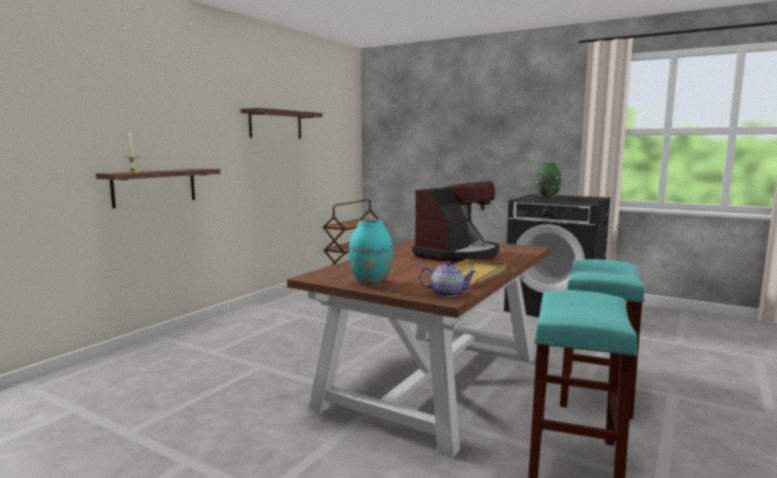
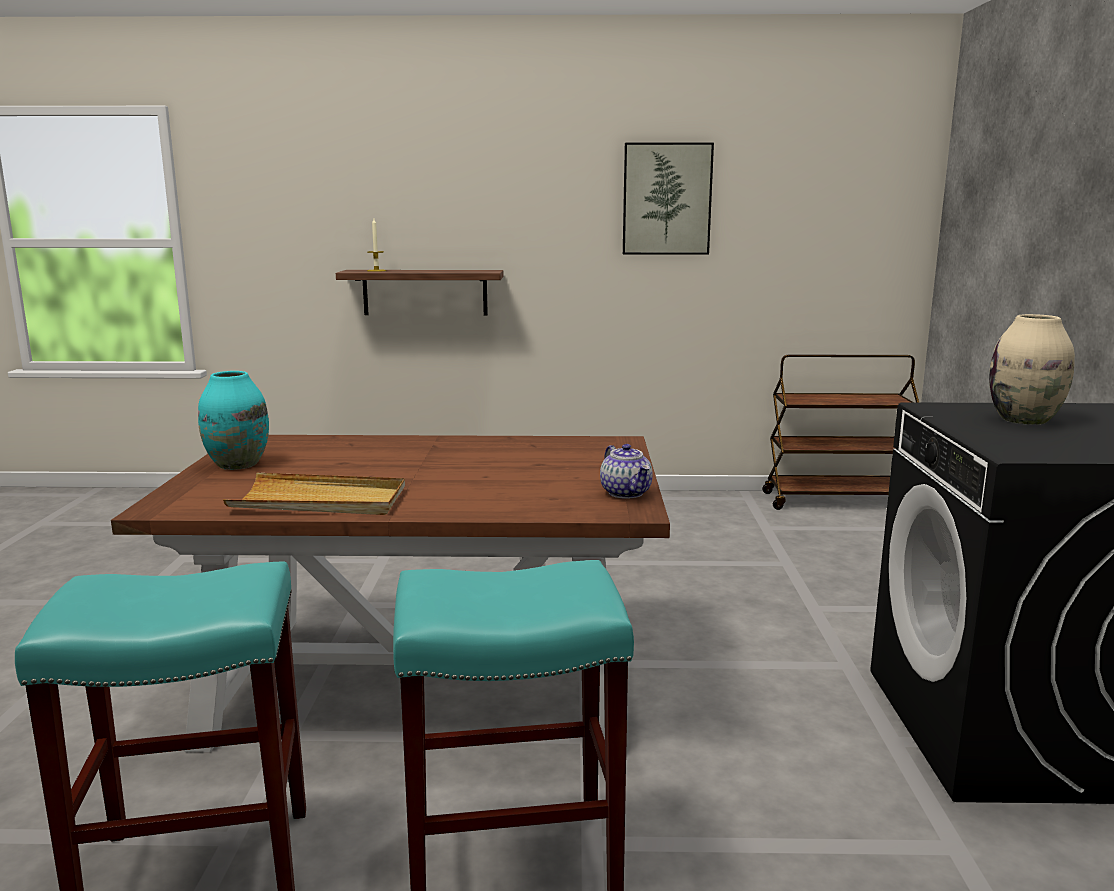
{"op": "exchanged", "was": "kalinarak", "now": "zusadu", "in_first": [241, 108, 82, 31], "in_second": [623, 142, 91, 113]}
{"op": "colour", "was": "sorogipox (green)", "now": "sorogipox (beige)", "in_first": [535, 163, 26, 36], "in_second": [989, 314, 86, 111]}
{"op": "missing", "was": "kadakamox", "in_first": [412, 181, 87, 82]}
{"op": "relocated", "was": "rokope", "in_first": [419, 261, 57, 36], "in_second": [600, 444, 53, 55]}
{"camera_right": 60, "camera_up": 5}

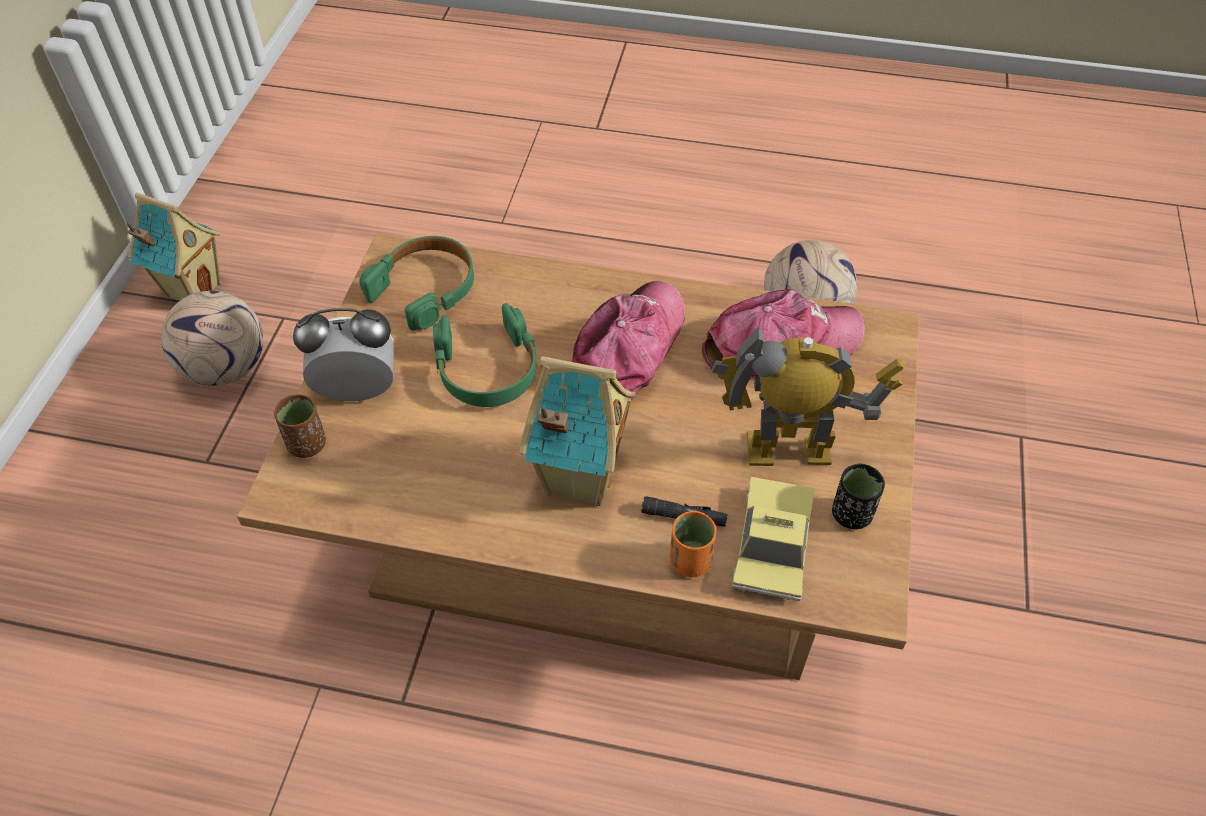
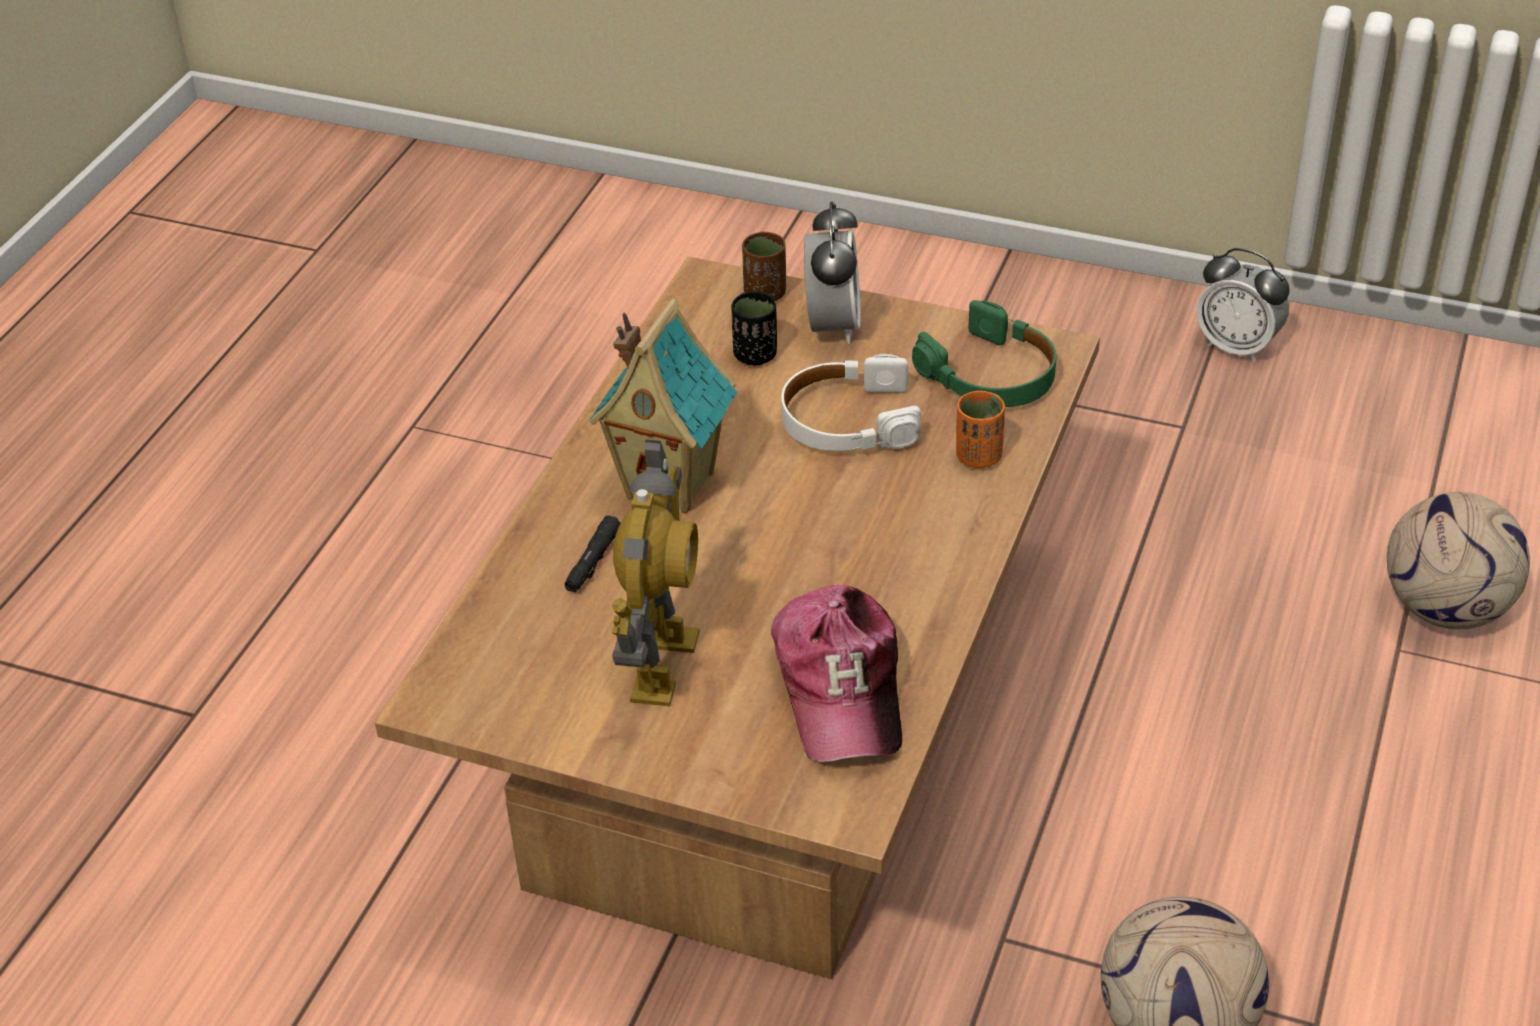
{"op": "exchanged", "was": "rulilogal", "now": "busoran", "in_first": [127, 193, 94, 107], "in_second": [1197, 248, 92, 114]}
{"op": "missing", "was": "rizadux", "in_first": [572, 281, 113, 120]}
{"op": "relocated", "was": "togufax", "in_first": [161, 291, 102, 95], "in_second": [1387, 492, 143, 137]}
{"op": "colour", "was": "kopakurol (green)", "now": "kopakurol (white)", "in_first": [433, 303, 103, 104], "in_second": [781, 354, 140, 97]}
{"op": "relocated", "was": "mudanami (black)", "in_first": [832, 464, 53, 65], "in_second": [731, 292, 46, 73]}
{"op": "missing", "was": "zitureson", "in_first": [732, 477, 83, 124]}
{"op": "relocated", "was": "mudanami (orange)", "in_first": [670, 511, 47, 66], "in_second": [956, 391, 49, 77]}
{"camera_right": 100, "camera_up": -10}

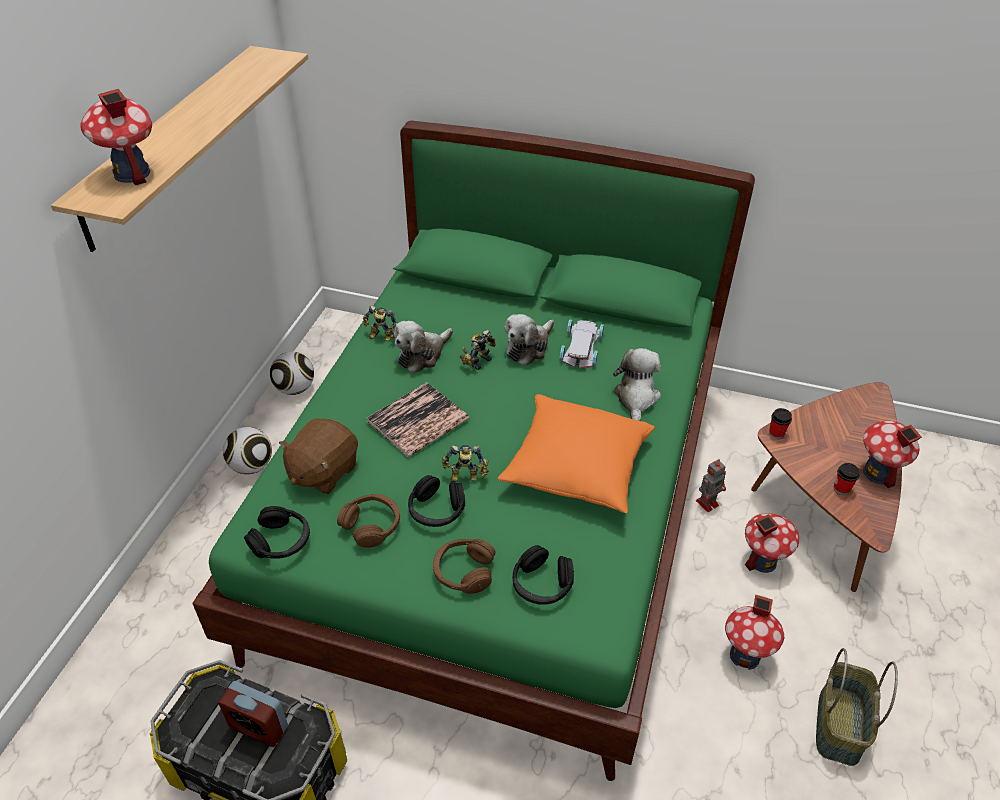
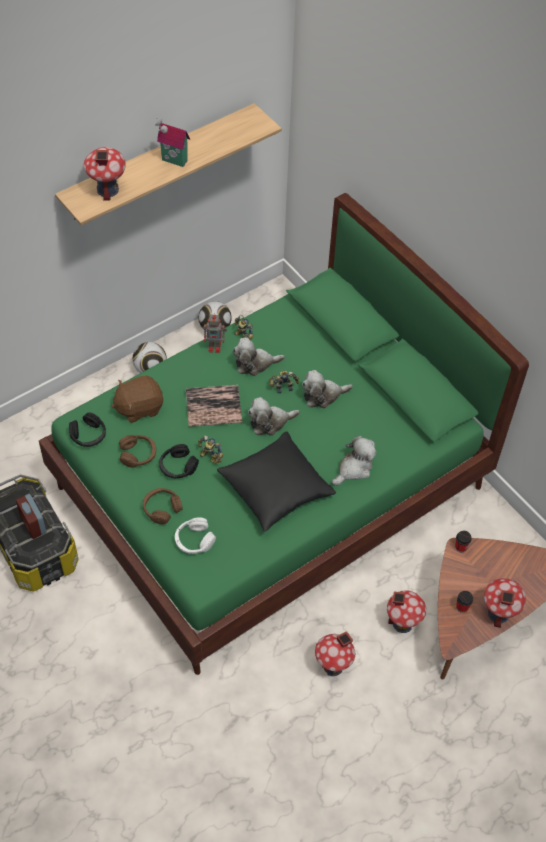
{"op": "missing", "was": "zitureson (white)", "in_first": [560, 319, 44, 50]}
{"op": "colour", "was": "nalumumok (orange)", "now": "nalumumok (black)", "in_first": [498, 394, 157, 119], "in_second": [217, 431, 119, 101]}
{"op": "relocated", "was": "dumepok", "in_first": [696, 459, 30, 53], "in_second": [204, 314, 23, 39]}
{"op": "colour", "was": "kopakurol (black)", "now": "kopakurol (white)", "in_first": [513, 545, 61, 60], "in_second": [175, 517, 41, 37]}
{"op": "missing", "was": "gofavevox", "in_first": [816, 648, 82, 118]}
{"op": "appeared", "now": "rulilogal", "in_second": [155, 118, 35, 49]}
{"op": "appeared", "now": "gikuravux", "in_second": [248, 397, 52, 39]}
{"camera_right": 35, "camera_up": 10}

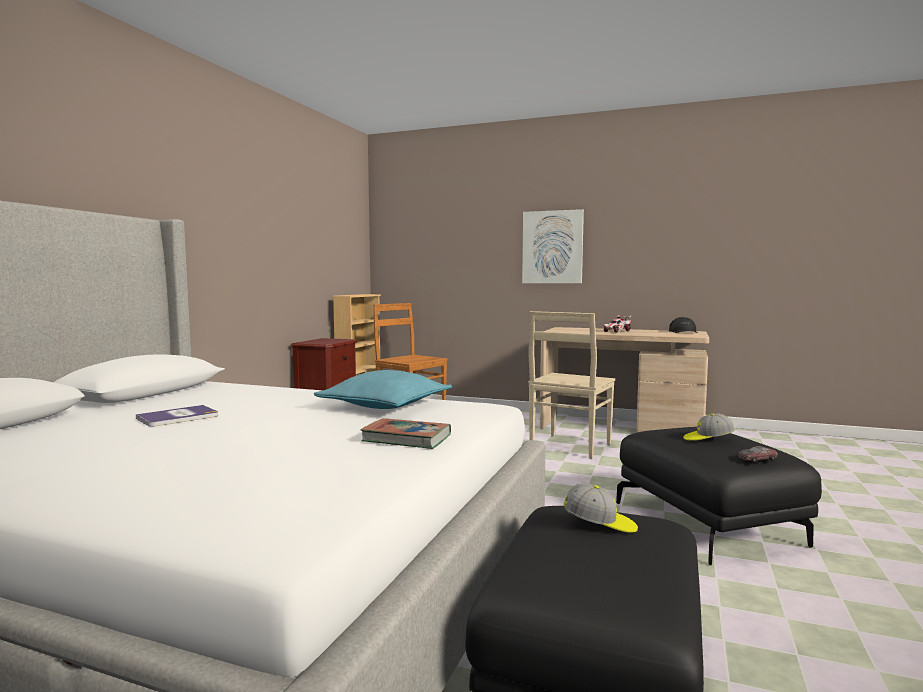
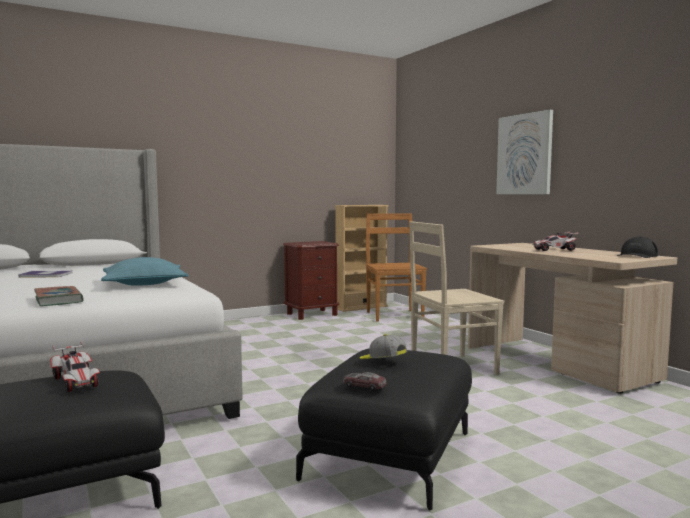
{"op": "exchanged", "was": "rizadux", "now": "zitureson", "in_first": [564, 483, 74, 50], "in_second": [50, 341, 50, 51]}
{"camera_right": 40, "camera_up": 0}

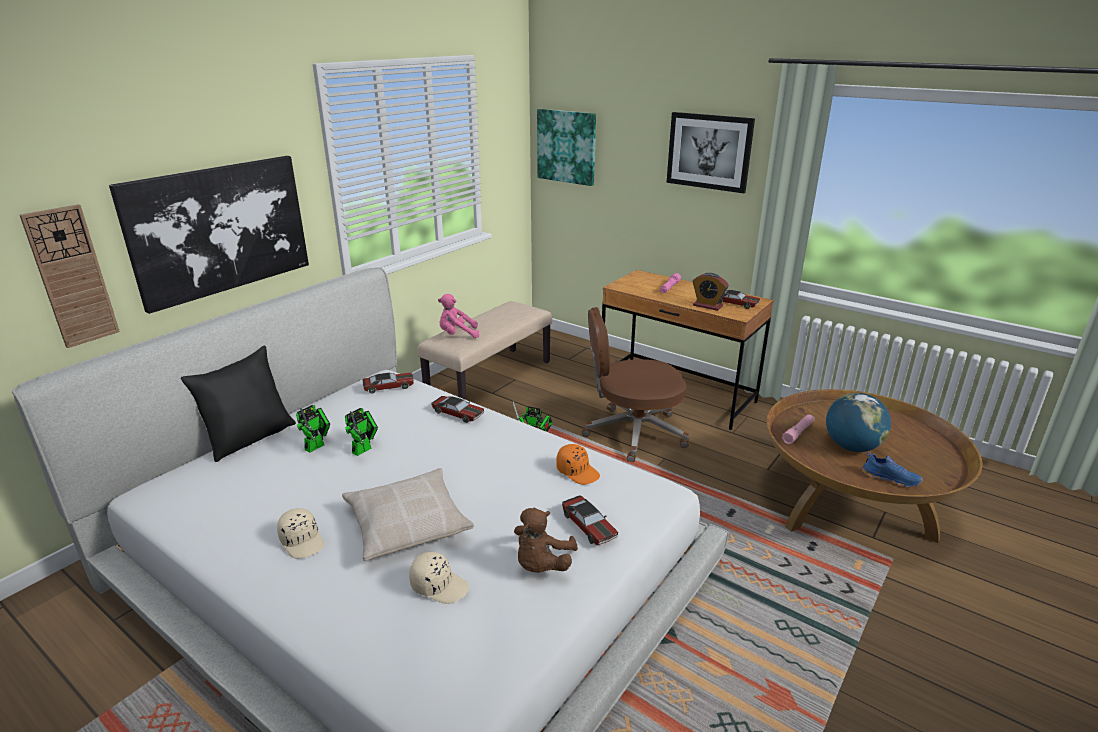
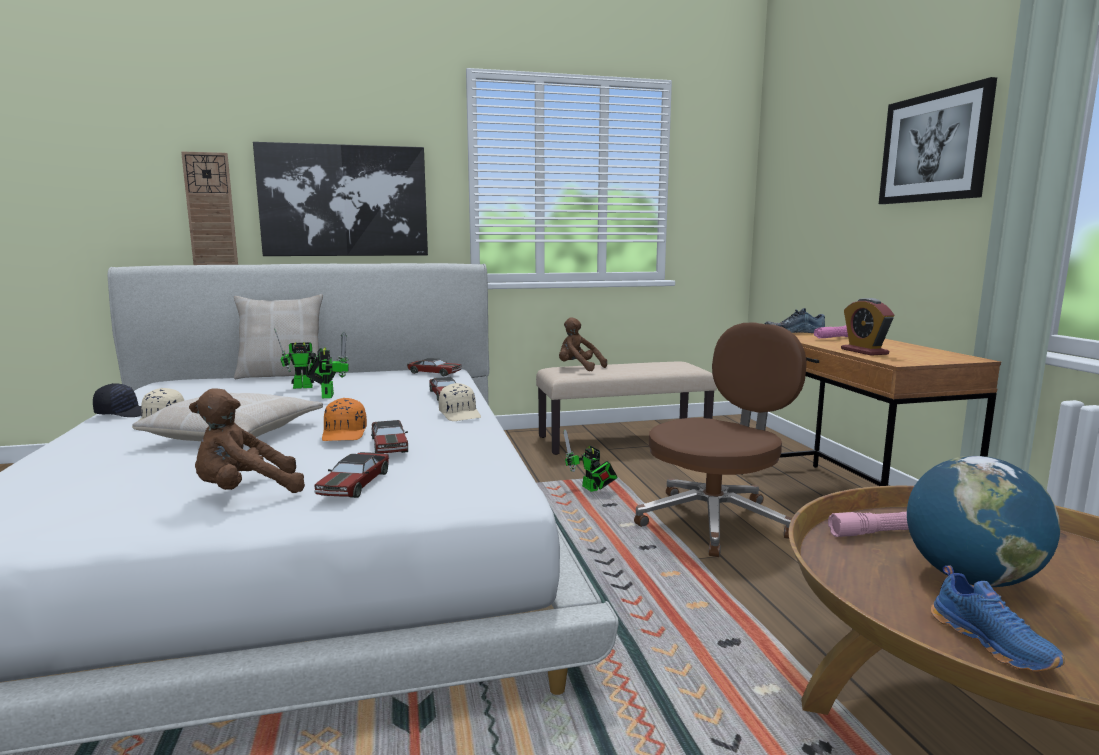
{"op": "missing", "was": "zusadu", "in_first": [537, 109, 59, 77]}
{"op": "relocated", "was": "zitureson", "in_first": [719, 290, 41, 19], "in_second": [371, 420, 37, 33]}
{"op": "colour", "was": "gikuravux (pink)", "now": "gikuravux (brown)", "in_first": [438, 294, 41, 44], "in_second": [559, 317, 48, 54]}
{"op": "spun", "was": "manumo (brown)", "in_first": [582, 307, 107, 155], "in_second": [634, 322, 173, 235], "clockwise": 105}
{"op": "colour", "was": "nalumumok (black)", "now": "nalumumok (beige)", "in_first": [181, 345, 115, 117], "in_second": [234, 294, 89, 85]}
{"op": "spun", "was": "dumepok", "in_first": [345, 408, 33, 48], "in_second": [306, 332, 43, 66], "clockwise": -90}
{"op": "relocated", "was": "rizadux (orange)", "in_first": [556, 444, 44, 41], "in_second": [322, 398, 45, 43]}
{"op": "relocated", "was": "rizadux (beige)", "in_first": [409, 552, 60, 52], "in_second": [439, 383, 42, 38]}
{"op": "appeared", "now": "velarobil", "in_second": [765, 308, 60, 25]}
{"op": "appeared", "now": "rizadux (black)", "in_second": [93, 383, 49, 34]}
{"camera_right": 40, "camera_up": -15}

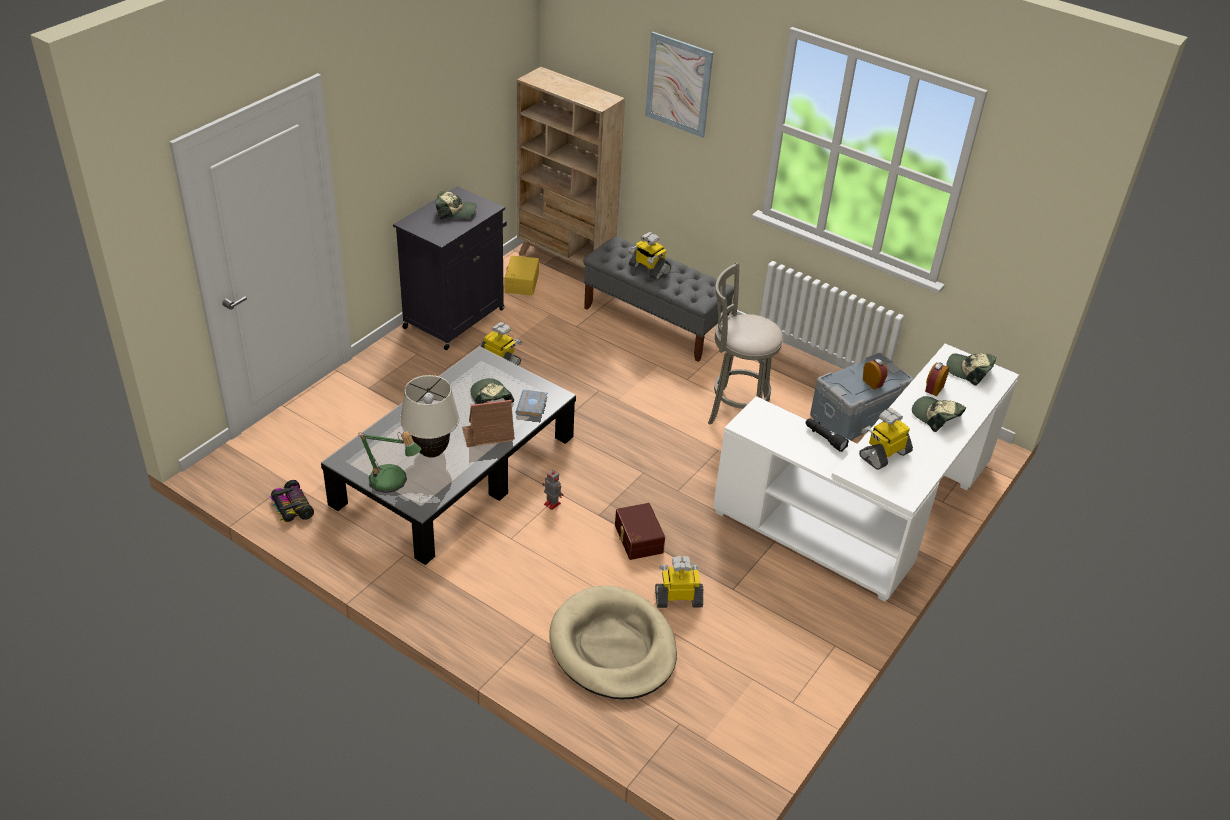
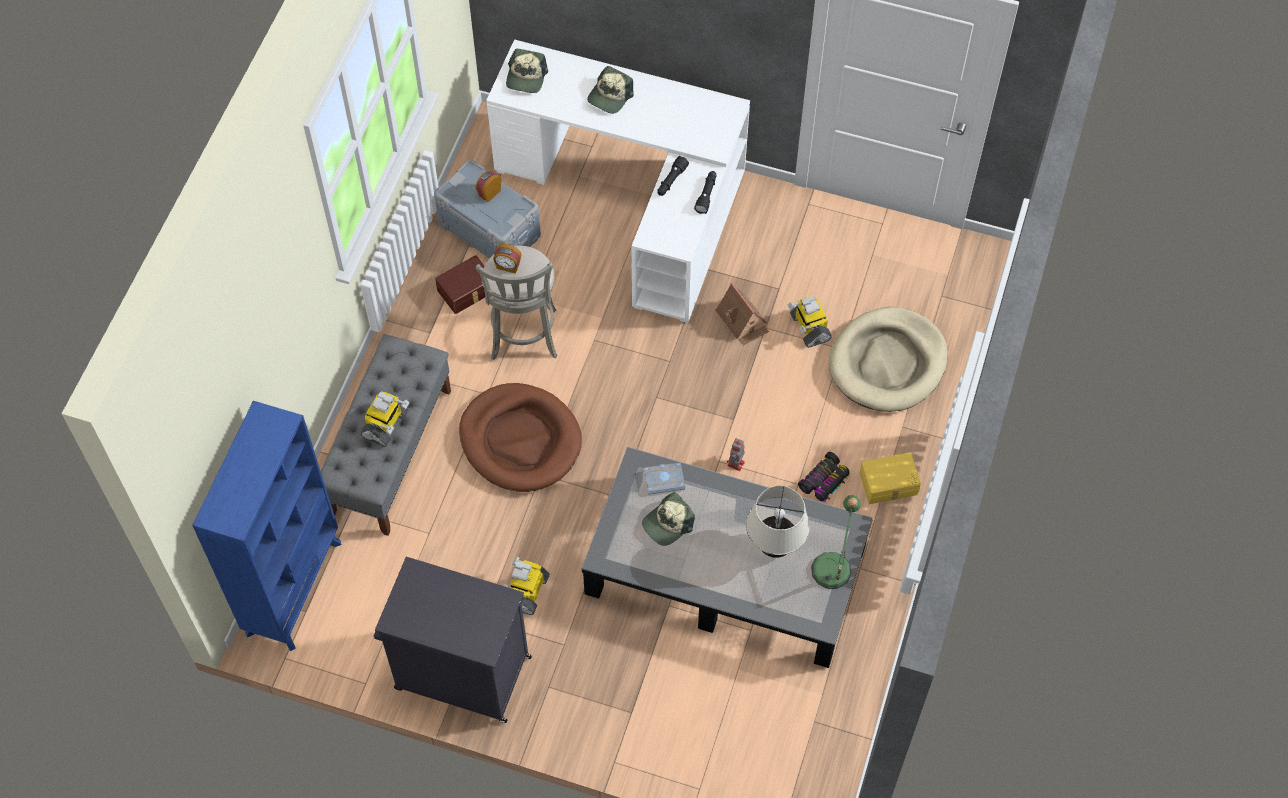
{"op": "missing", "was": "zusadu", "in_first": [645, 32, 68, 106]}
{"op": "colour", "was": "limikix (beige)", "now": "limikix (blue)", "in_first": [517, 67, 108, 203], "in_second": [192, 401, 150, 250]}
{"op": "missing", "was": "rizadux", "in_first": [435, 191, 42, 29]}
{"op": "relocated", "was": "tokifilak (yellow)", "in_first": [505, 256, 34, 39], "in_second": [860, 452, 61, 52]}
{"op": "relocated", "was": "busoran", "in_first": [925, 362, 24, 34], "in_second": [493, 244, 29, 30]}
{"op": "relocated", "was": "rulilogal", "in_first": [462, 400, 53, 47], "in_second": [715, 282, 54, 64]}
{"op": "missing", "was": "dumepok", "in_first": [859, 408, 54, 62]}
{"op": "relocated", "was": "zitureson", "in_first": [270, 480, 44, 42], "in_second": [798, 452, 52, 50]}
{"op": "relocated", "was": "tokifilak (brown)", "in_first": [615, 503, 50, 57], "in_second": [435, 255, 50, 59]}
{"op": "appeared", "now": "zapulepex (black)", "in_second": [694, 171, 23, 43]}
{"op": "appeared", "now": "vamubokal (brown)", "in_second": [459, 383, 123, 109]}
{"camera_right": -105, "camera_up": 20}

